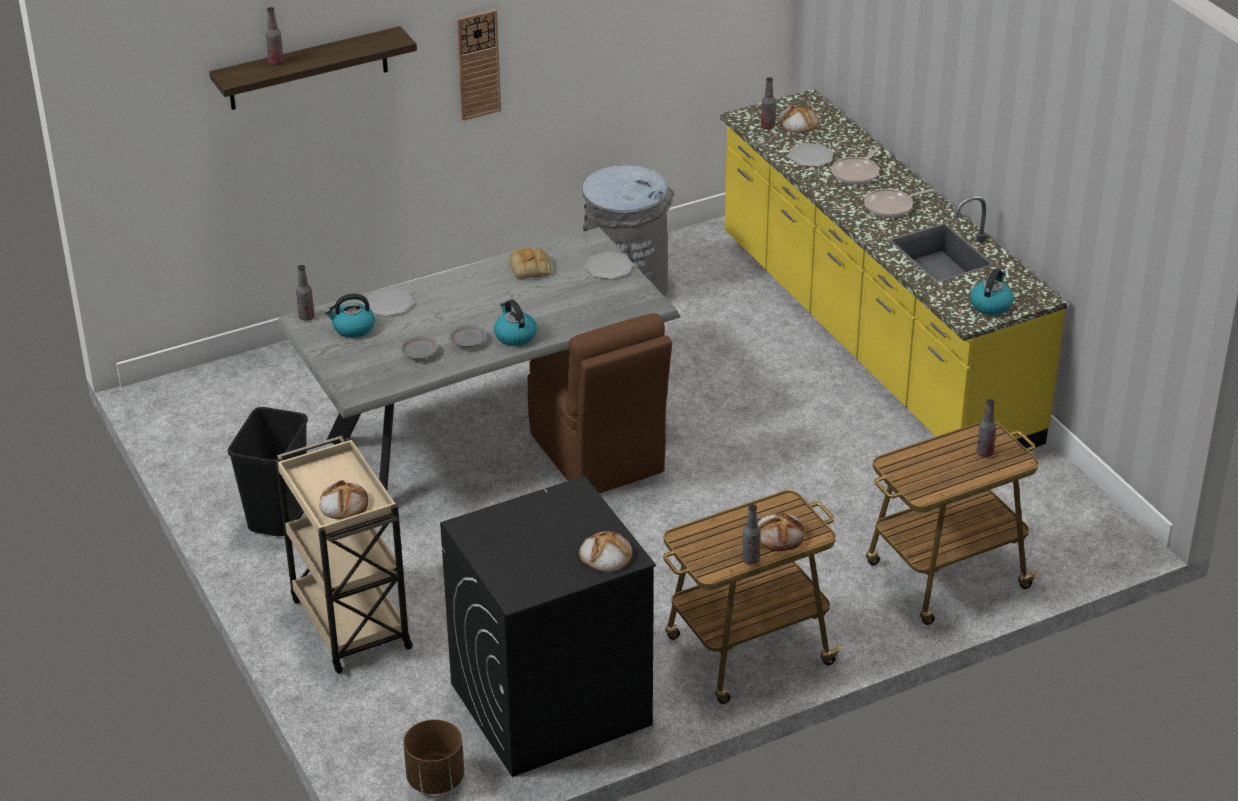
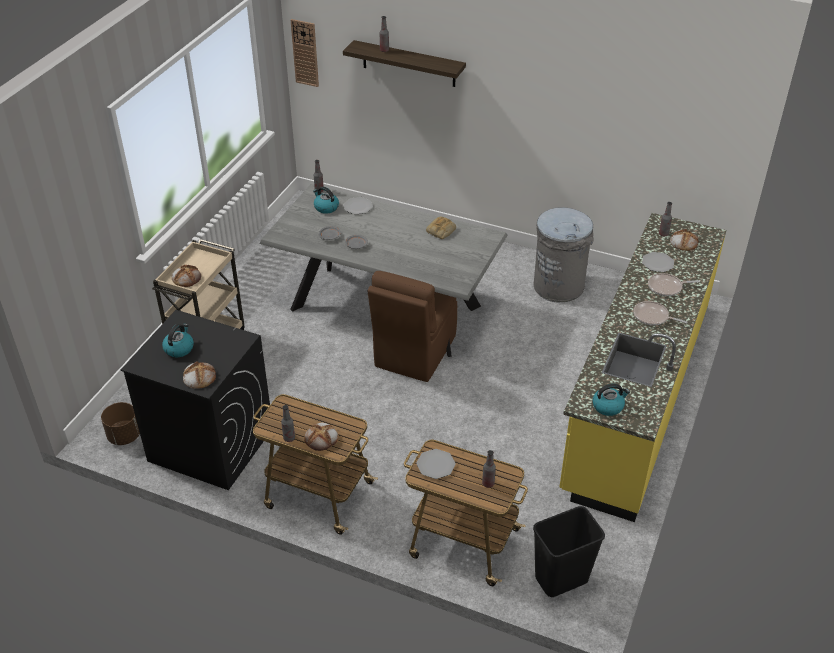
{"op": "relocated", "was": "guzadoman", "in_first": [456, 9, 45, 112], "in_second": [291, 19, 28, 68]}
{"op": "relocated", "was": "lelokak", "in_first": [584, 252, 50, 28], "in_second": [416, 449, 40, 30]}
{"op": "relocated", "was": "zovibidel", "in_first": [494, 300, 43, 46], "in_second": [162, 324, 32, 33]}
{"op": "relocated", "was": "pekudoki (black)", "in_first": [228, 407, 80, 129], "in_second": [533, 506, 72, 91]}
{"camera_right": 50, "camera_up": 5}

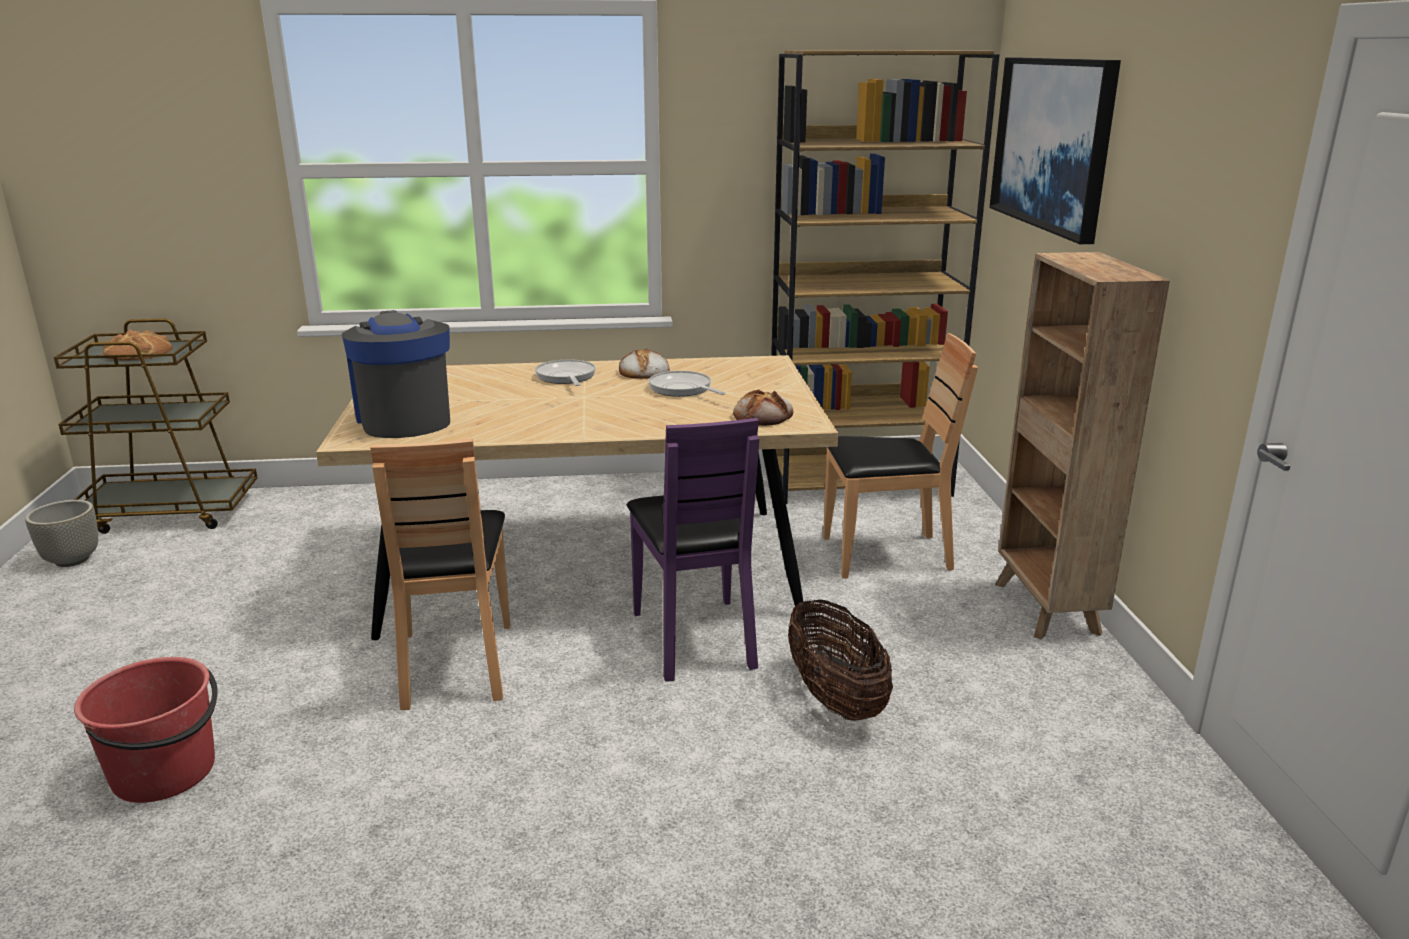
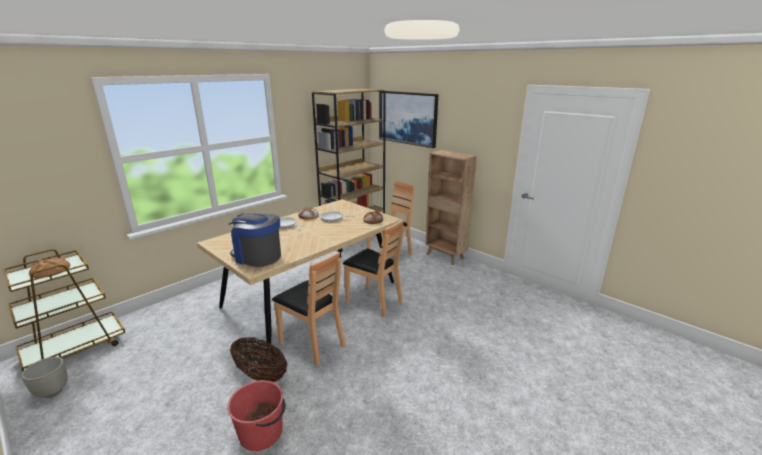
{"op": "colour", "was": "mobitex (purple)", "now": "mobitex (brown)", "in_first": [627, 418, 132, 264], "in_second": [343, 219, 62, 98]}
{"op": "relocated", "was": "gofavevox", "in_first": [788, 599, 105, 122], "in_second": [230, 337, 57, 45]}
{"camera_right": -40, "camera_up": 0}

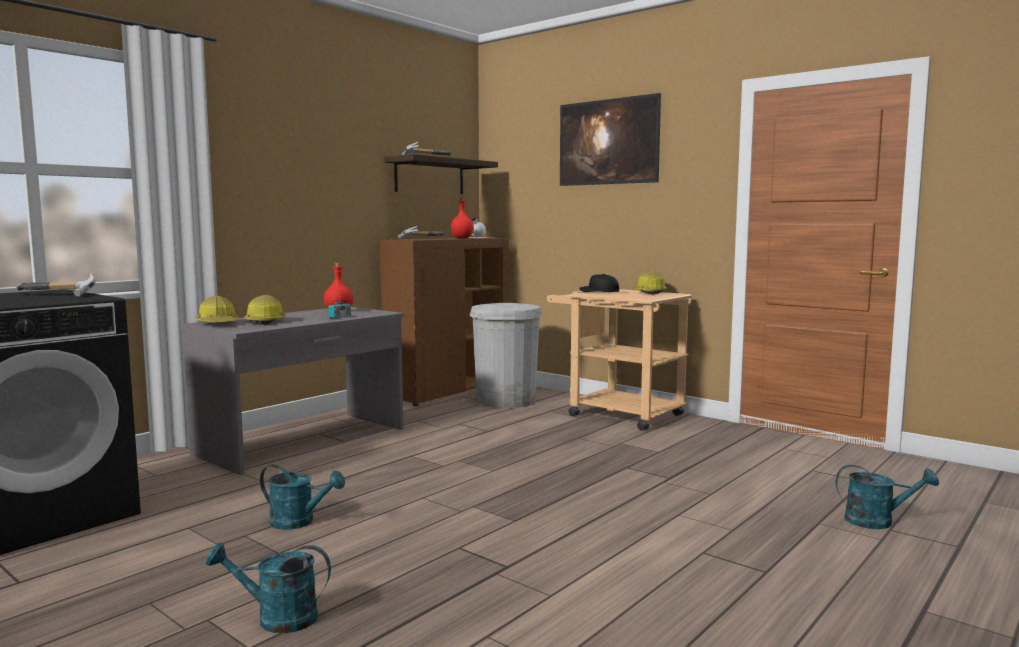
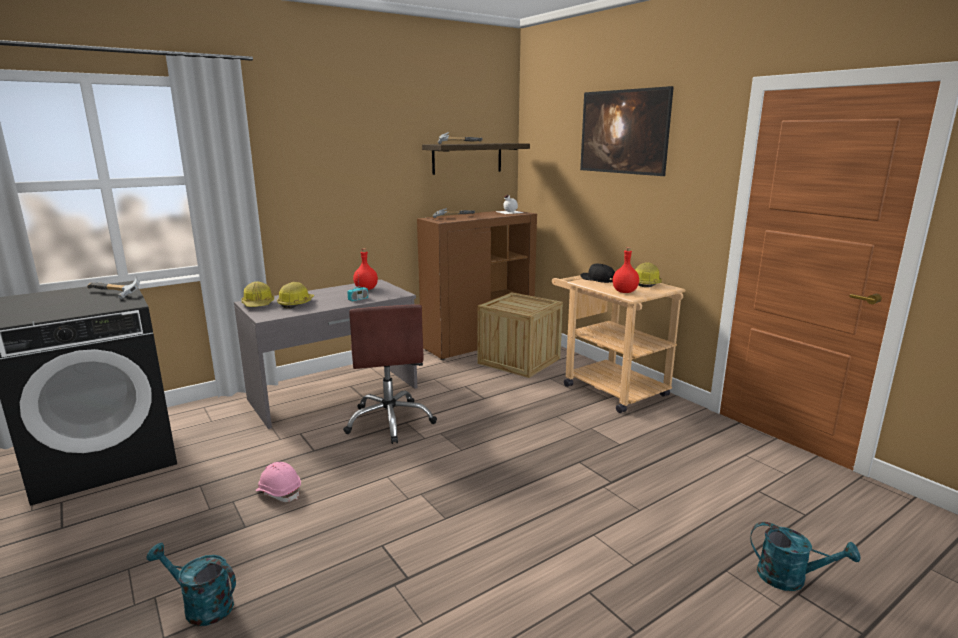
{"op": "relocated", "was": "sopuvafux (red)", "in_first": [451, 197, 23, 41], "in_second": [613, 247, 26, 46]}
{"op": "exchanged", "was": "pekudoki (white)", "now": "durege", "in_first": [470, 303, 73, 105], "in_second": [477, 292, 86, 86]}
{"op": "exchanged", "was": "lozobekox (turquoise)", "now": "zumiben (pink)", "in_first": [260, 464, 85, 66], "in_second": [256, 462, 45, 40]}
{"op": "appeared", "now": "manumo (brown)", "in_second": [343, 304, 94, 140]}
{"camera_right": 15, "camera_up": 10}

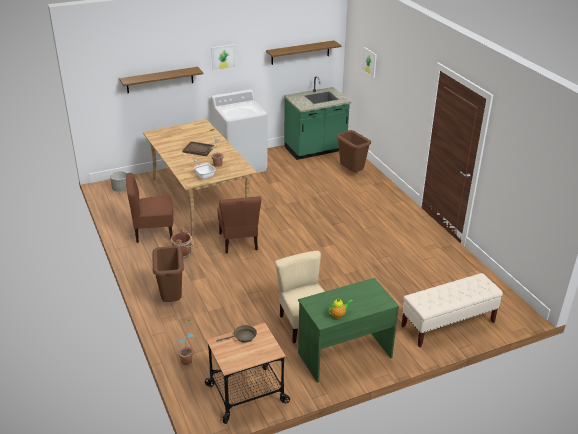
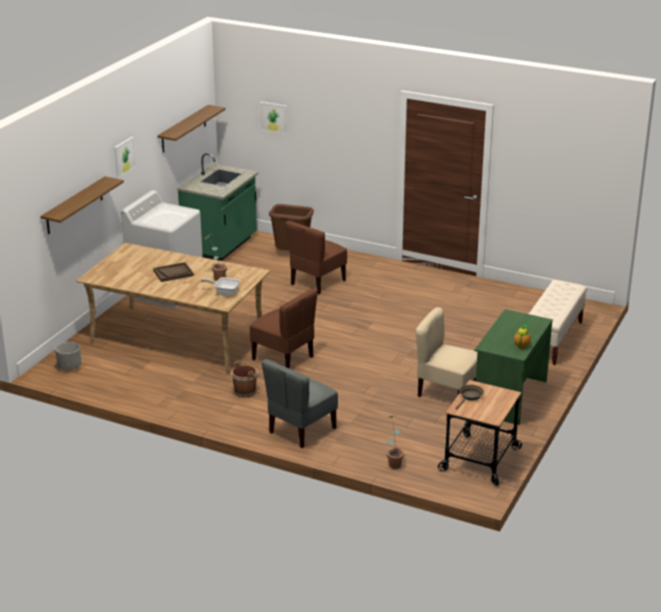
{"op": "relocated", "was": "mobitex (brown)", "in_first": [126, 173, 47, 70], "in_second": [285, 221, 62, 73]}
{"op": "exchanged", "was": "pekudoki (brown)", "now": "mobitex (grey)", "in_first": [152, 246, 32, 56], "in_second": [262, 359, 76, 89]}
{"camera_right": -40, "camera_up": -5}

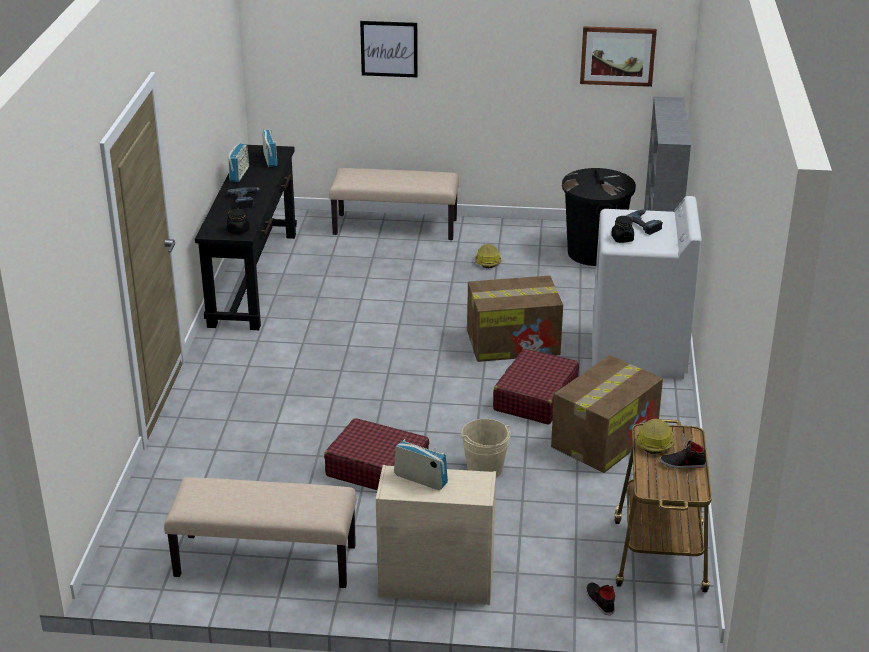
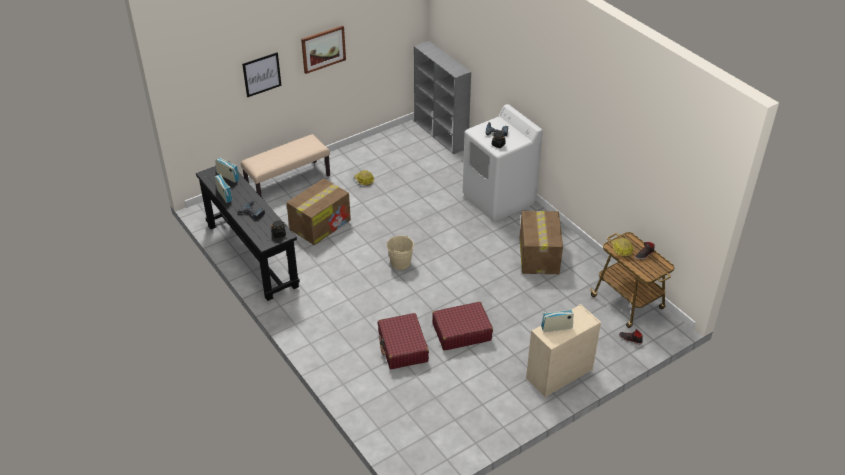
{"op": "relocated", "was": "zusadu", "in_first": [580, 26, 77, 61], "in_second": [301, 25, 45, 49]}
{"op": "missing", "was": "pekudoki (black)", "in_first": [562, 168, 74, 98]}
{"op": "relocated", "was": "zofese", "in_first": [467, 275, 96, 87], "in_second": [286, 178, 65, 67]}
{"op": "relocated", "was": "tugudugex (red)", "in_first": [493, 348, 86, 76], "in_second": [378, 313, 51, 56]}
{"op": "relocated", "was": "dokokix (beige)", "in_first": [461, 419, 49, 59], "in_second": [387, 235, 27, 35]}
{"op": "missing", "was": "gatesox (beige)", "in_first": [164, 477, 192, 111]}
{"camera_right": -40, "camera_up": 10}

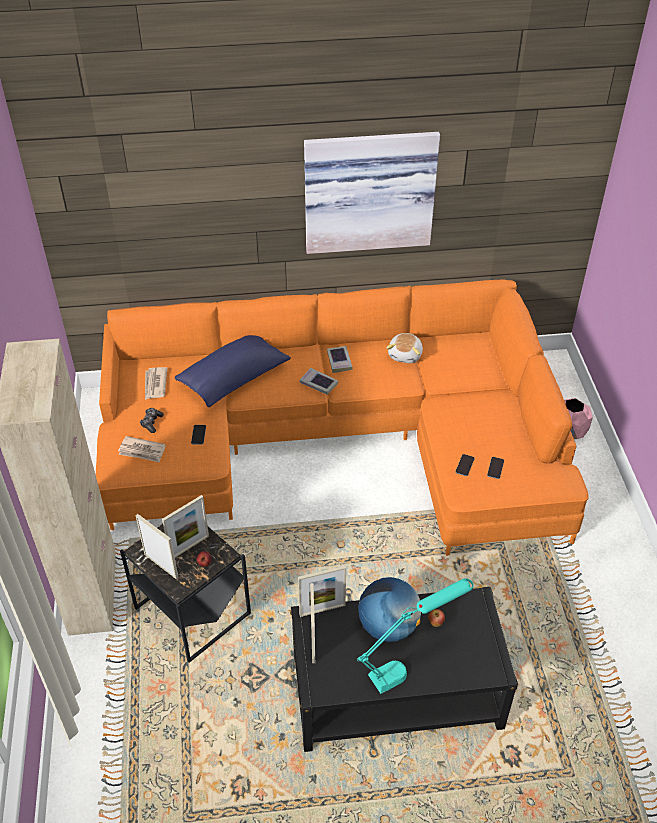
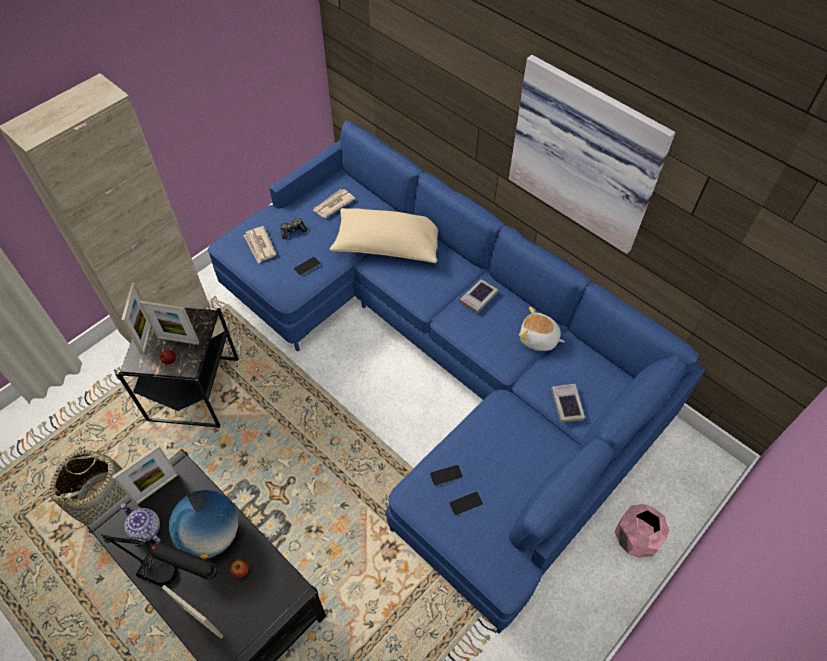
{"op": "colour", "was": "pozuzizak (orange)", "now": "pozuzizak (blue)", "in_first": [96, 279, 493, 277], "in_second": [207, 120, 498, 514]}
{"op": "spun", "was": "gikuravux", "in_first": [386, 333, 37, 30], "in_second": [519, 307, 46, 44], "clockwise": 45}
{"op": "colour", "was": "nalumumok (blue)", "now": "nalumumok (beige)", "in_first": [175, 335, 116, 72], "in_second": [330, 208, 108, 55]}
{"op": "relocated", "was": "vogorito", "in_first": [300, 368, 38, 27], "in_second": [551, 384, 34, 38]}
{"op": "relocated", "was": "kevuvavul", "in_first": [298, 566, 48, 51], "in_second": [162, 585, 61, 54]}
{"op": "colour", "was": "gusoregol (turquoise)", "now": "gusoregol (black)", "in_first": [357, 578, 117, 116], "in_second": [101, 534, 117, 52]}
{"op": "appeared", "now": "gofavevox", "in_second": [49, 450, 81, 79]}
{"op": "appeared", "now": "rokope", "in_second": [121, 503, 40, 39]}
{"camera_right": 50, "camera_up": 10}

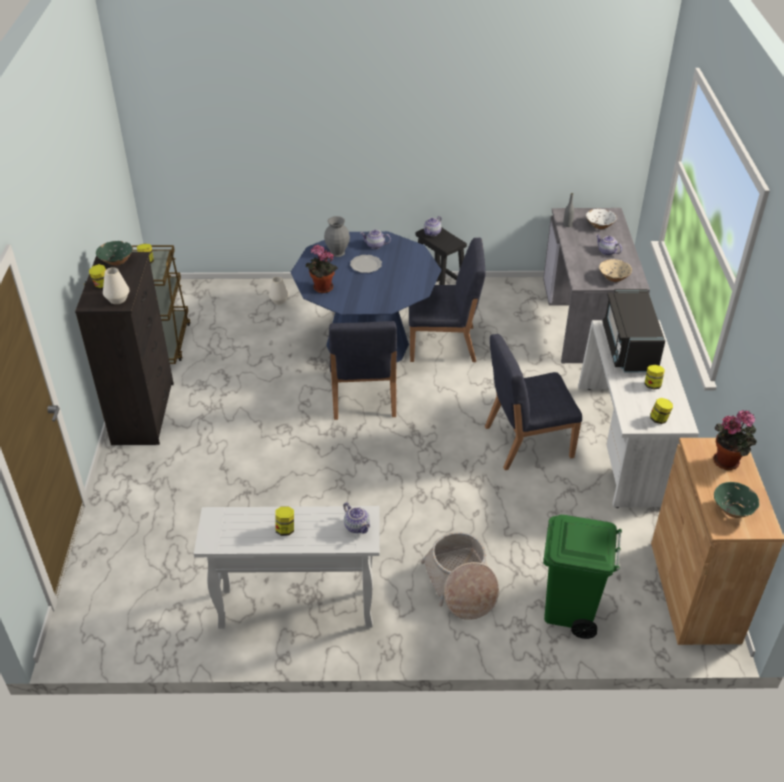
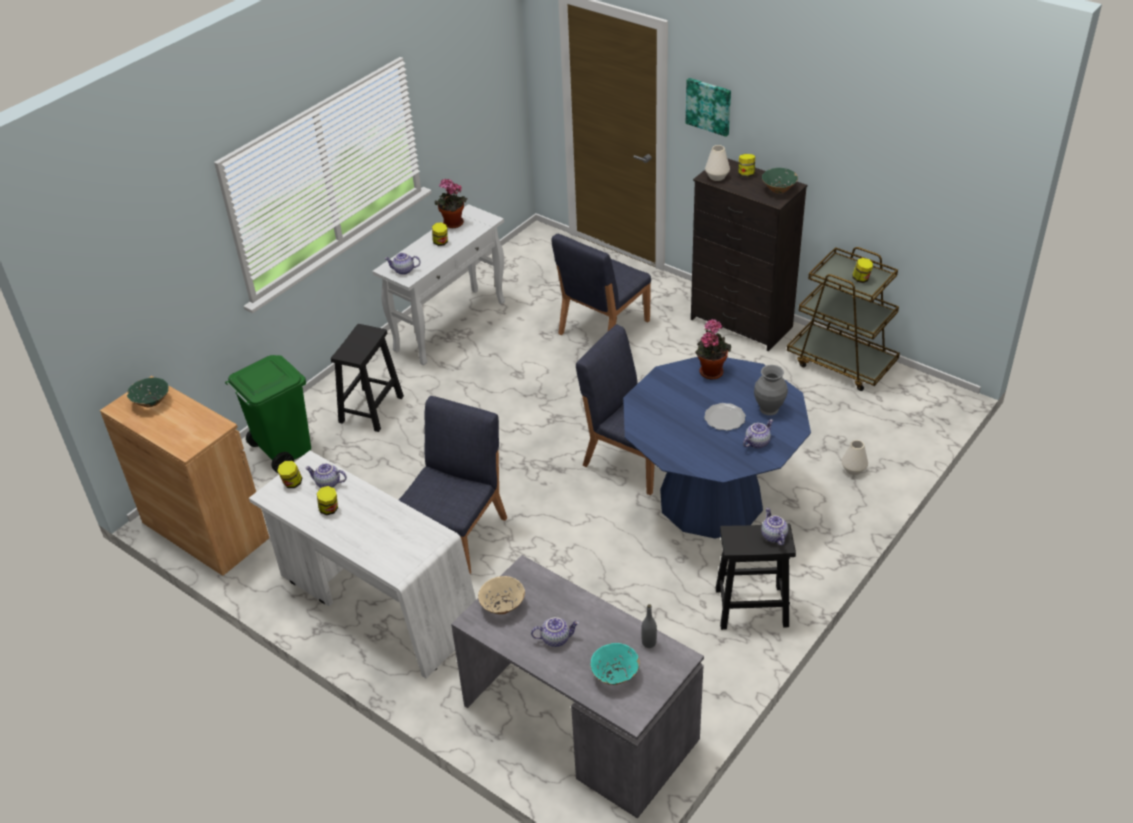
{"op": "colour", "was": "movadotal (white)", "now": "movadotal (turquoise)", "in_first": [586, 209, 31, 20], "in_second": [590, 643, 50, 42]}
{"op": "relocated", "was": "mobitex (blue)", "in_first": [409, 238, 77, 124], "in_second": [551, 234, 100, 101]}
{"op": "missing", "was": "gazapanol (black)", "in_first": [602, 289, 63, 83]}
{"op": "relocated", "was": "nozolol", "in_first": [713, 410, 44, 60], "in_second": [434, 179, 34, 49]}
{"op": "exchanged", "was": "gofavevox", "now": "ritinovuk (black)", "in_first": [421, 532, 78, 88], "in_second": [331, 324, 73, 108]}
{"op": "appeared", "now": "zusadu", "in_second": [686, 78, 45, 59]}
{"op": "appeared", "now": "rokope", "in_second": [305, 463, 42, 25]}
{"camera_right": 130, "camera_up": 0}

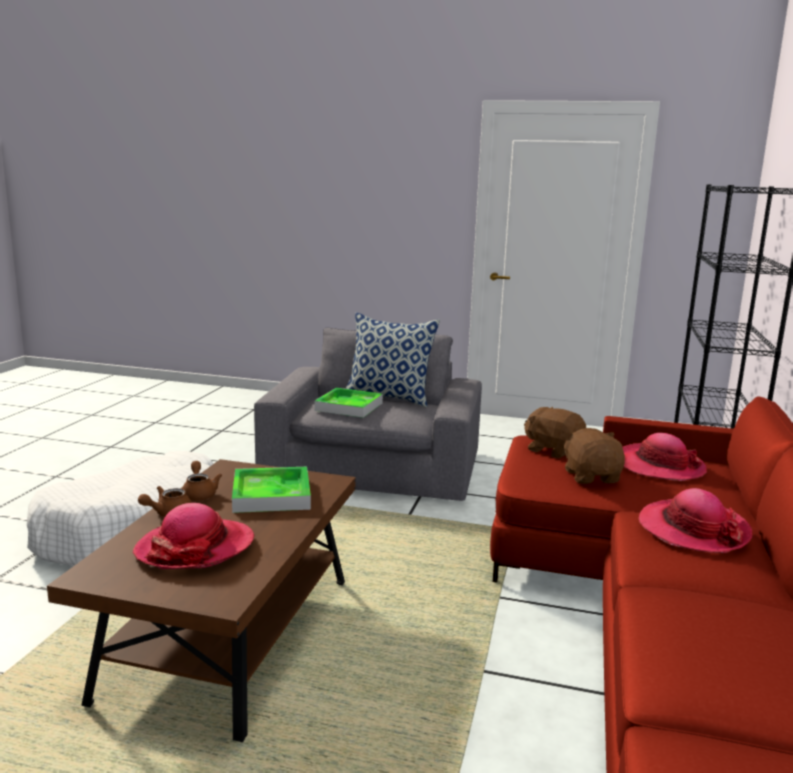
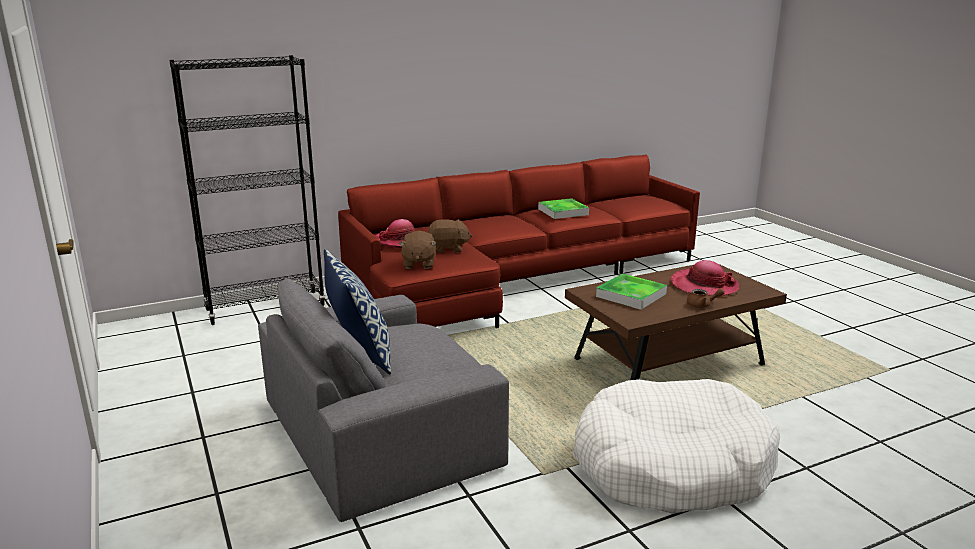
{"op": "relocated", "was": "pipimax", "in_first": [314, 388, 69, 30], "in_second": [538, 198, 51, 21]}
{"op": "spun", "was": "gikuravux (brown)", "in_first": [563, 428, 62, 56], "in_second": [428, 219, 44, 34], "clockwise": -135}
{"op": "missing", "was": "rokope (brown)", "in_first": [182, 461, 40, 40]}
{"op": "missing", "was": "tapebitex", "in_first": [638, 488, 115, 65]}
{"camera_right": -130, "camera_up": 5}

